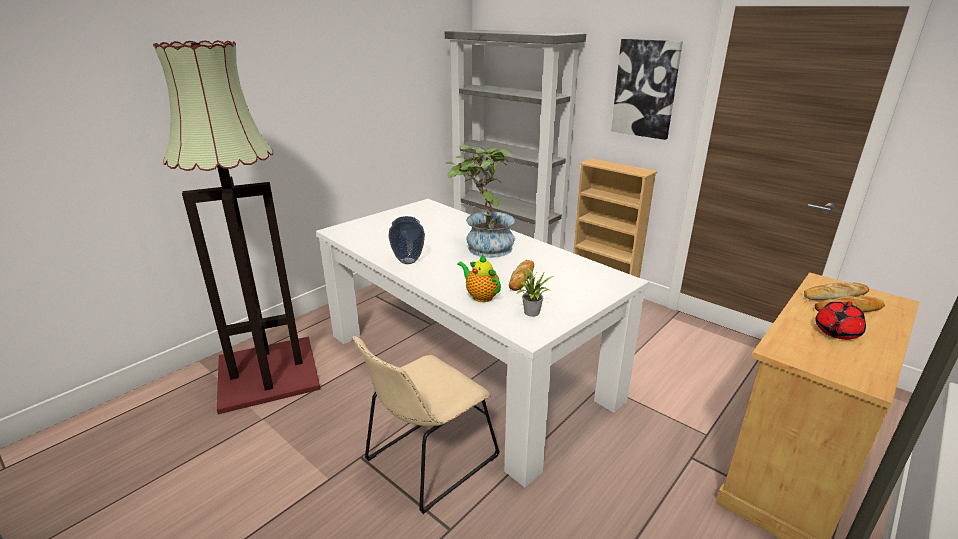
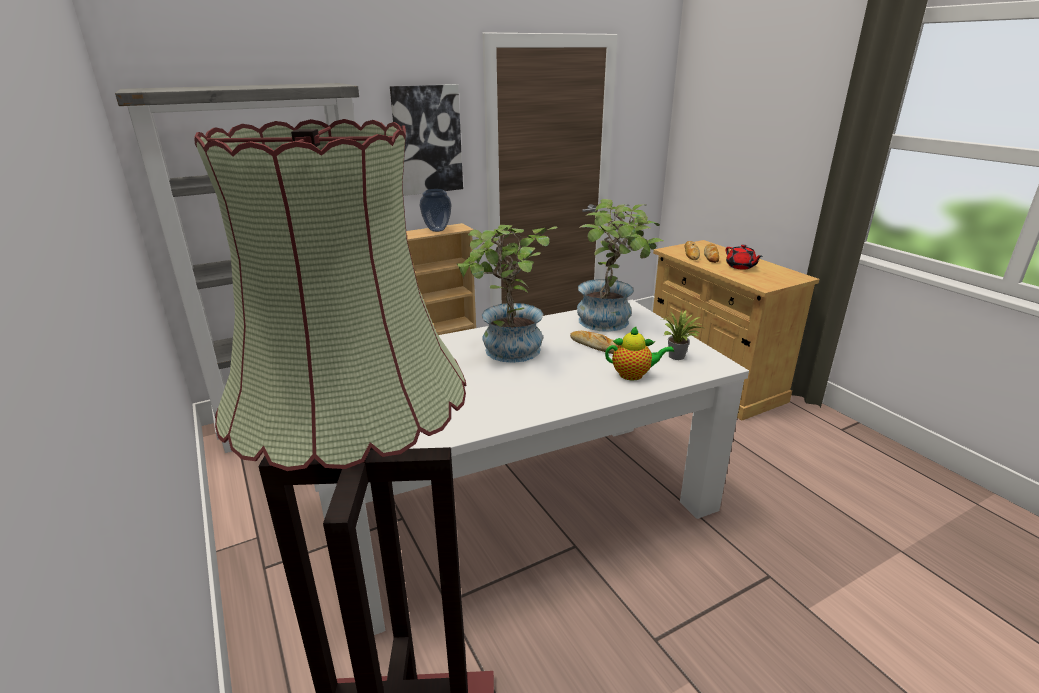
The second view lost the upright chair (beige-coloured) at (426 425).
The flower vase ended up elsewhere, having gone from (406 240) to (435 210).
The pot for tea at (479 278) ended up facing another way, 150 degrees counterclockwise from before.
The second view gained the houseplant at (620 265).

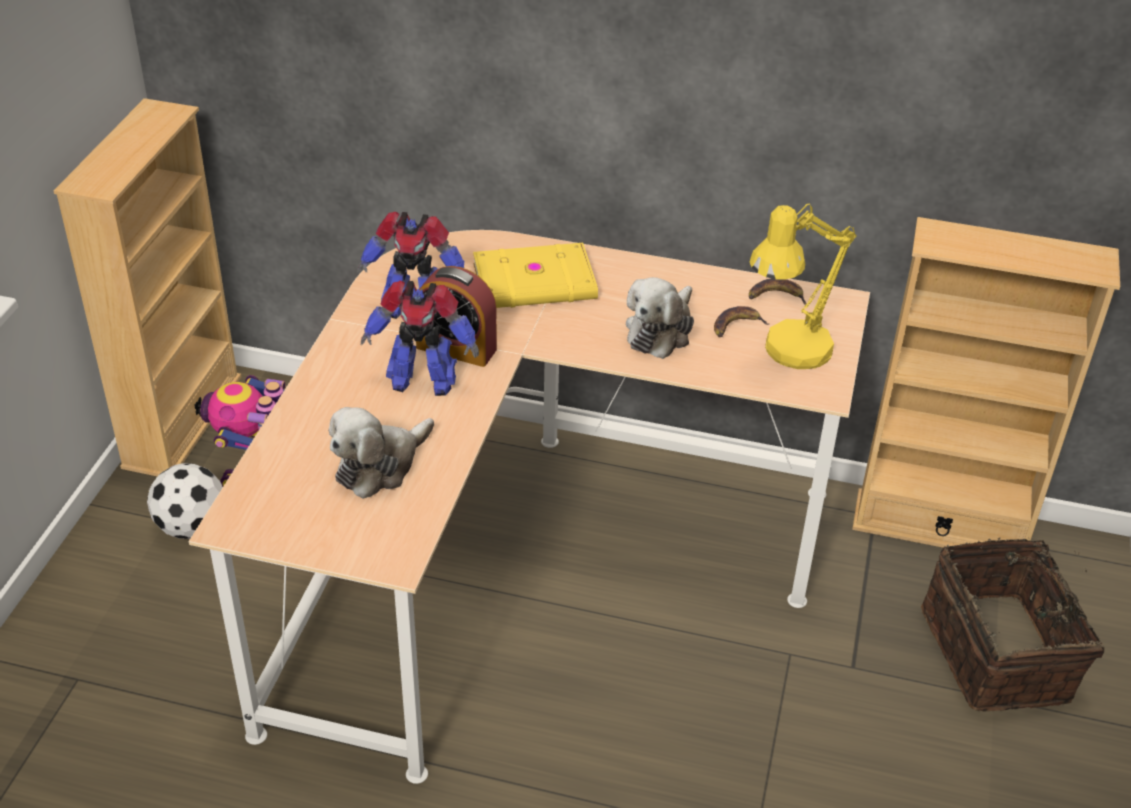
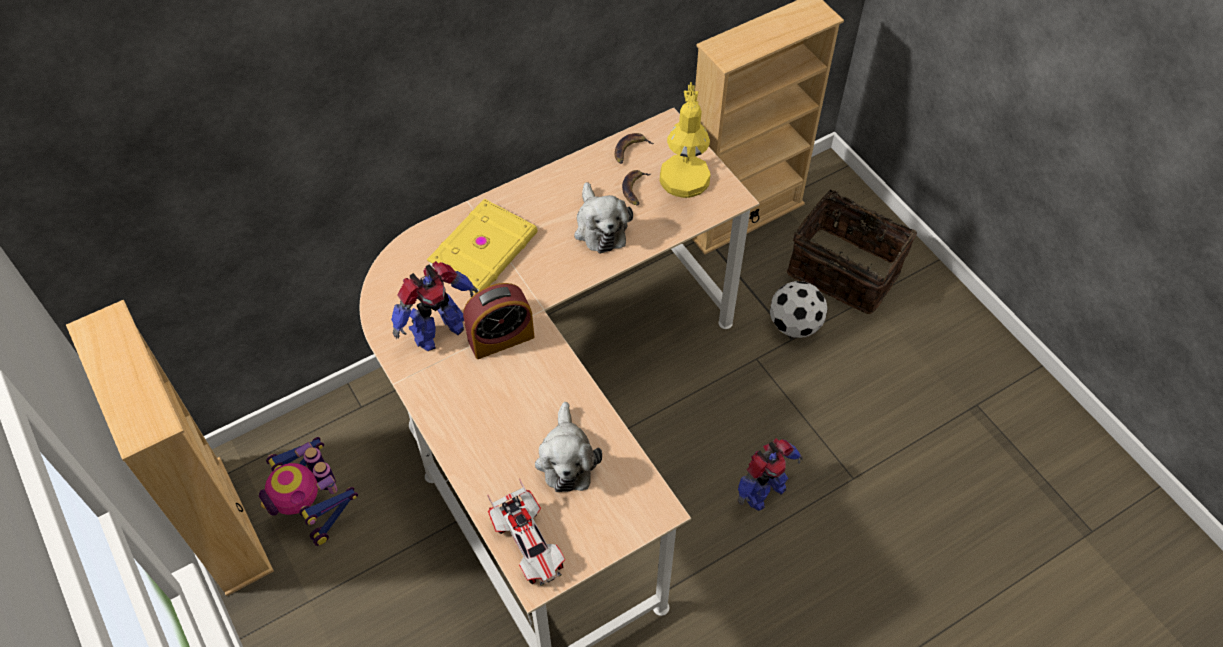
The football ball ended up elsewhere, having gone from (185 501) to (798 309).
The robot figure ended up elsewhere, having gone from (420 338) to (770 474).
The second view gained the model car at (526 532).

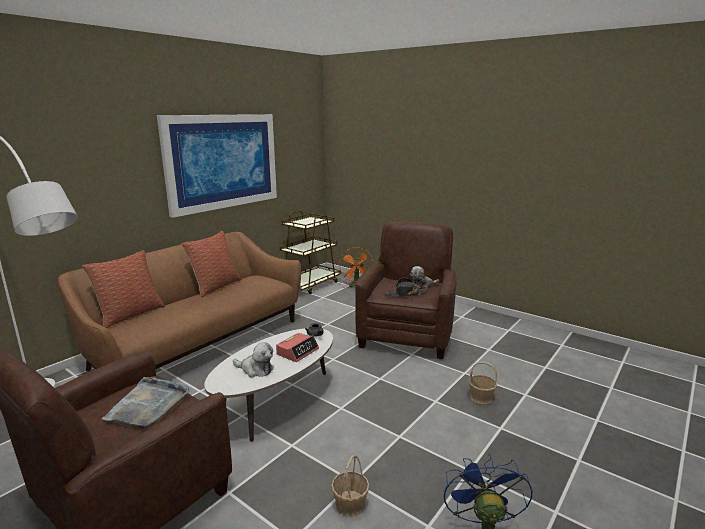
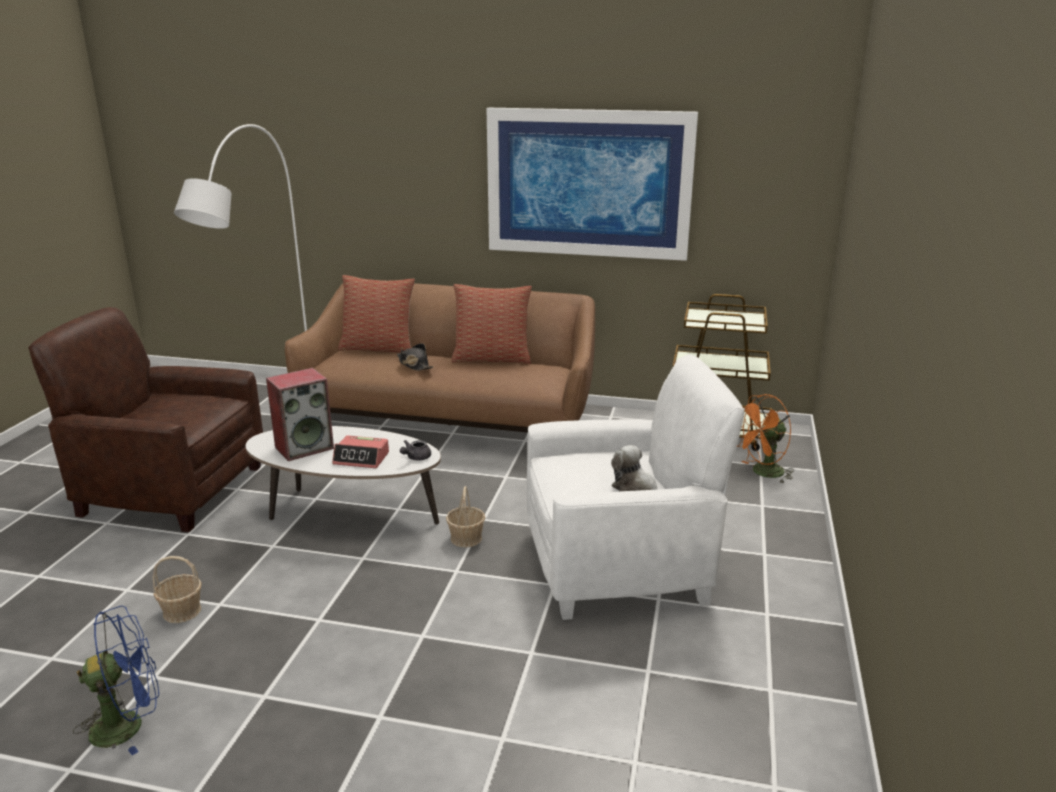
The second view lost the serving tray (gray) at (146 403).
Where the soft toy stood at (253 360), the loudspeaker came to stand at (300 414).
What was the armchair (brown-coloured) at (406 290) turned into the armchair (white) at (636 487).
The hat (black) ended up elsewhere, having gone from (406 287) to (415 357).
The basket ended up elsewhere, having gone from (483 383) to (465 517).

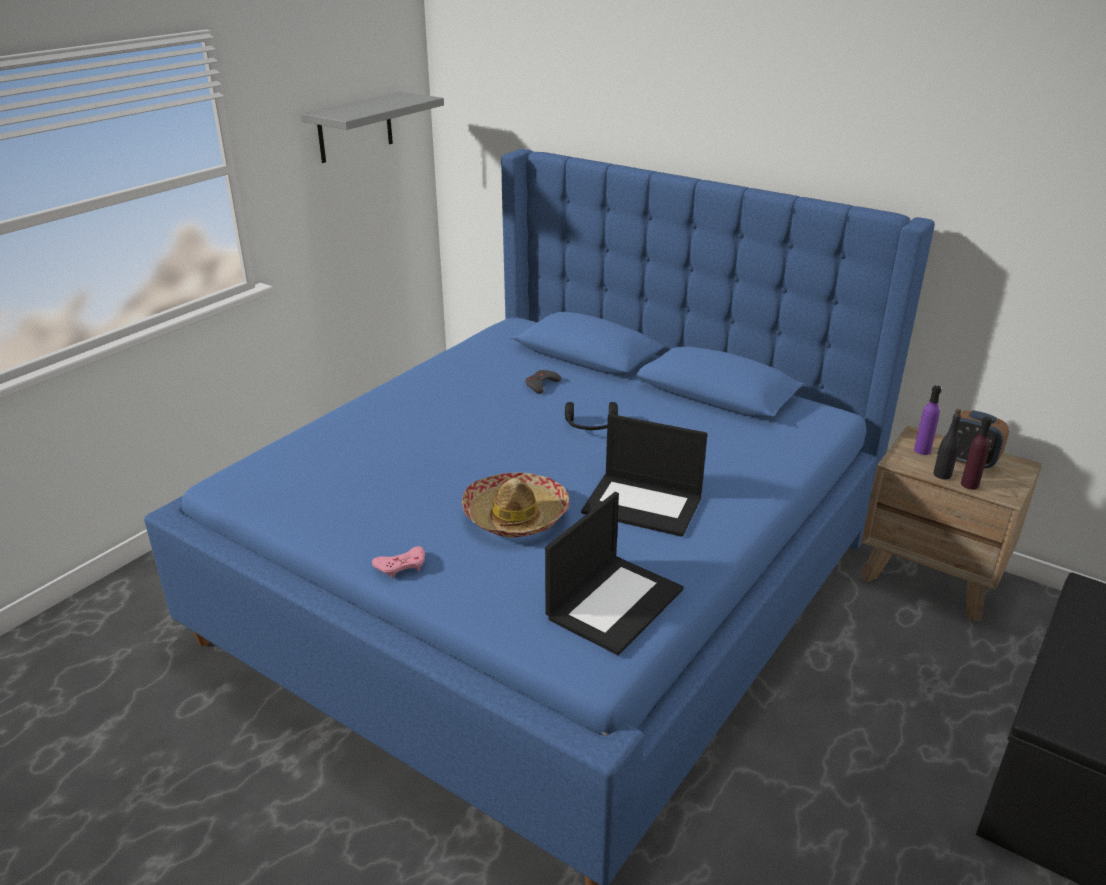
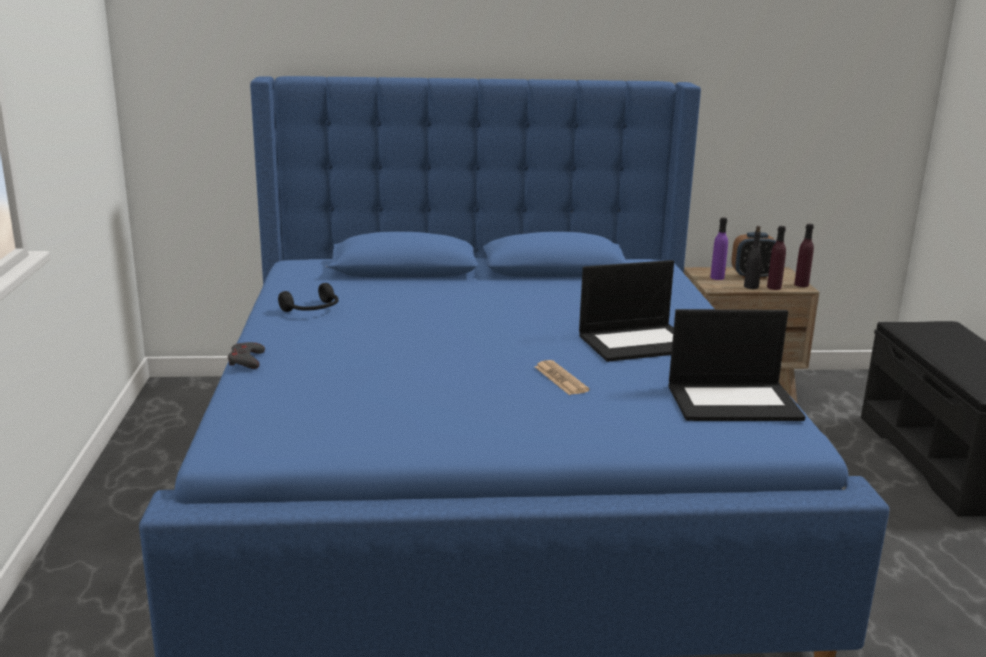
The second view lost the bracket shelf (gray) at (372 127).
The second view lost the gamepad (pink-coloured) at (398 562).
Where the hat stood at (515 505), the daily paper came to stand at (562 377).
The gamepad (gray) ended up elsewhere, having gone from (543 382) to (246 355).
The laptop at (614 573) ended up facing another way, 90 degrees clockwise from before.
The pair of headphones (black) ended up elsewhere, having gone from (591 416) to (308 297).
The second view gained the drink bottle (purplish) at (804 255).

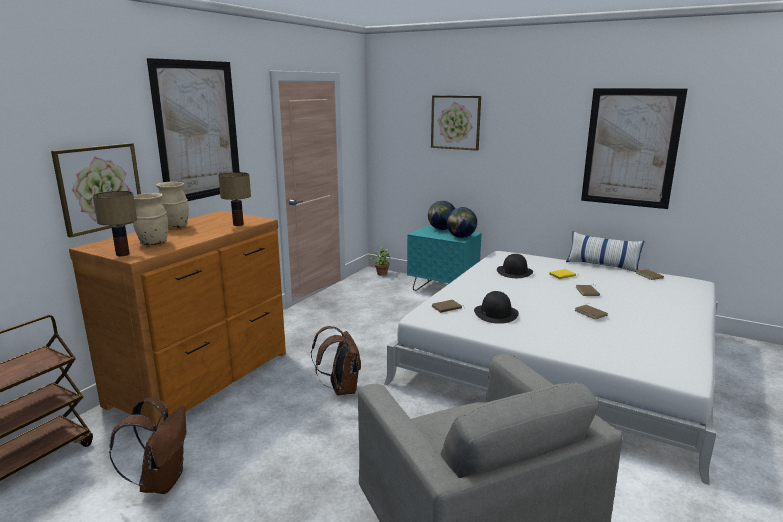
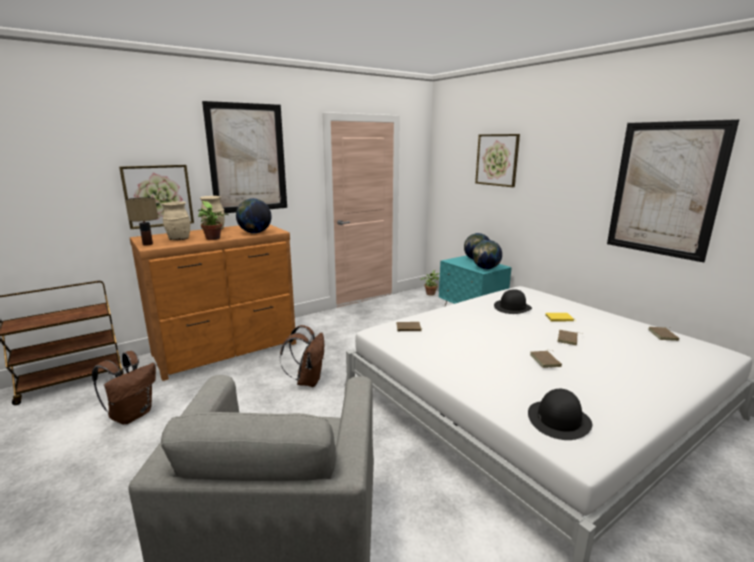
Where the lamp for a table stood at (234 199), the world globe came to stand at (253 216).
The hat (black) ended up elsewhere, having gone from (496 307) to (560 414).
The second view lost the pillow at (605 251).
The second view gained the houseplant at (213 220).

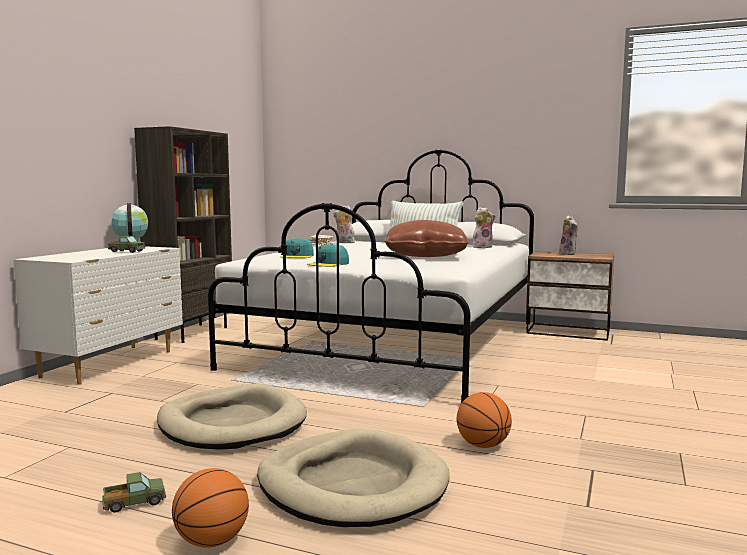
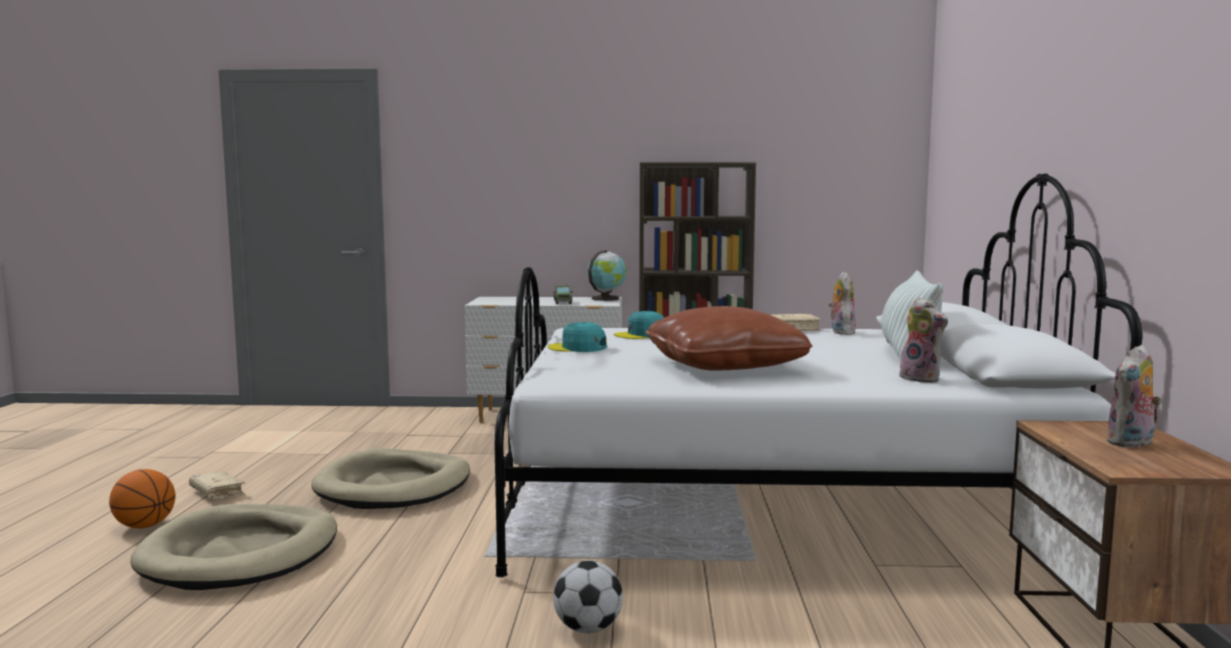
Where the model truck stood at (134 492), the bound book (beige-coloured) came to stand at (217 485).
The second view lost the basketball at (484 420).
The second view gained the football ball at (588 596).

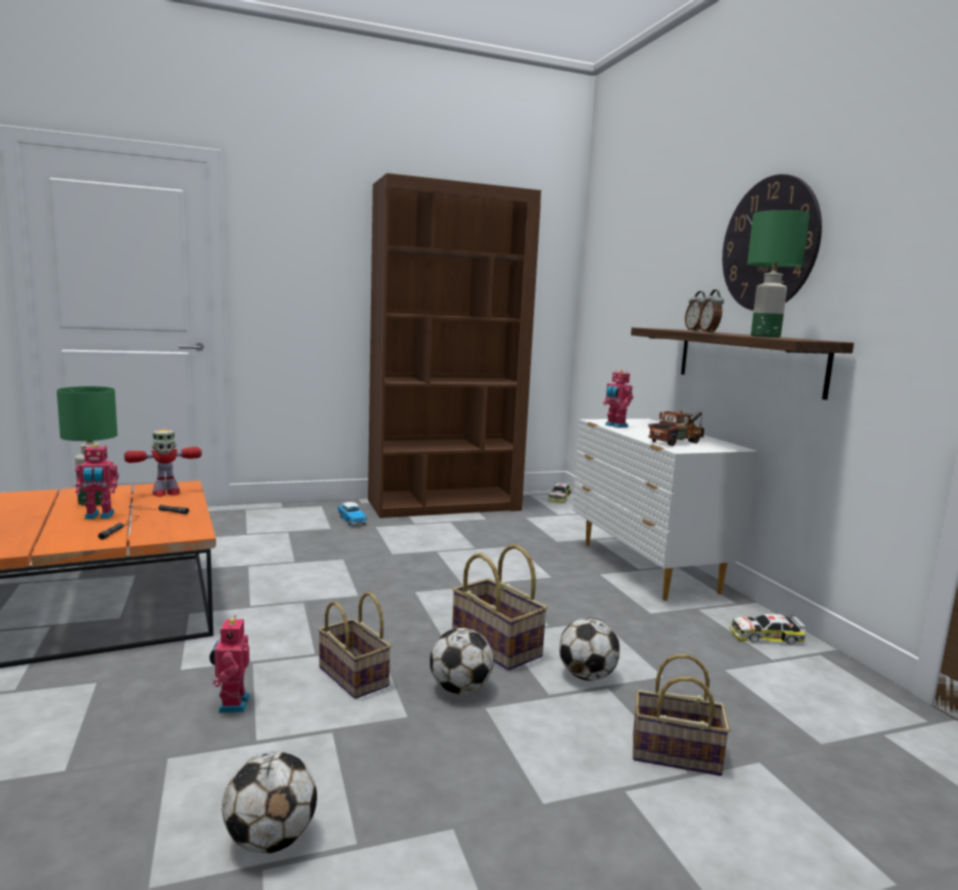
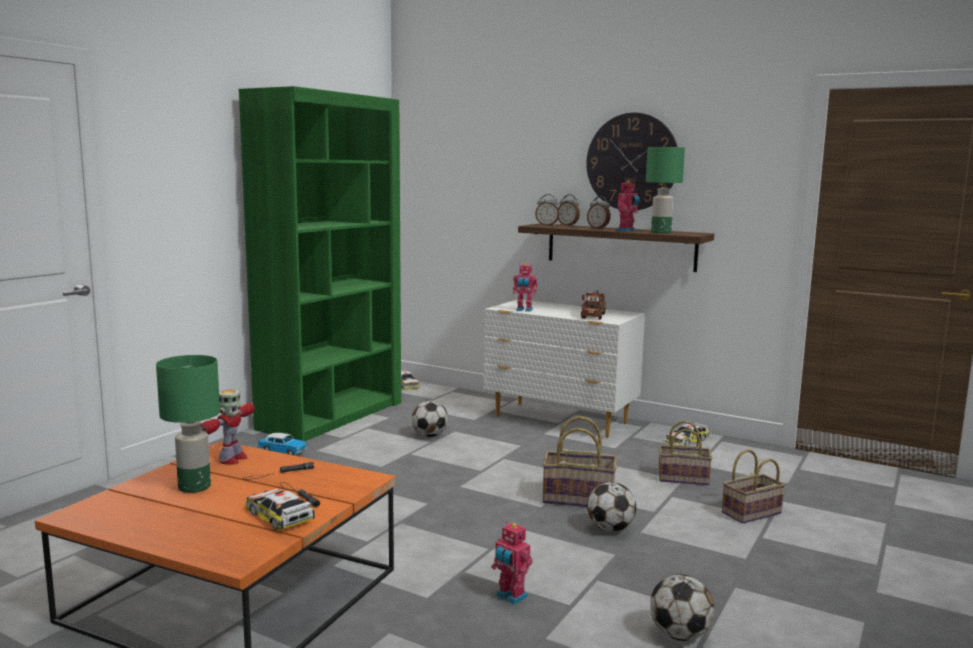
The robot figure ended up elsewhere, having gone from (97 481) to (628 205).
The basket ended up elsewhere, having gone from (354 645) to (685 453).
What was the bookcase (brown-coloured) at (454 345) turned into the bookcase (greenish) at (320 263).
The football ball ended up elsewhere, having gone from (589 649) to (430 418).
The second view gained the model car at (280 509).
The second view gained the table clock at (547 210).

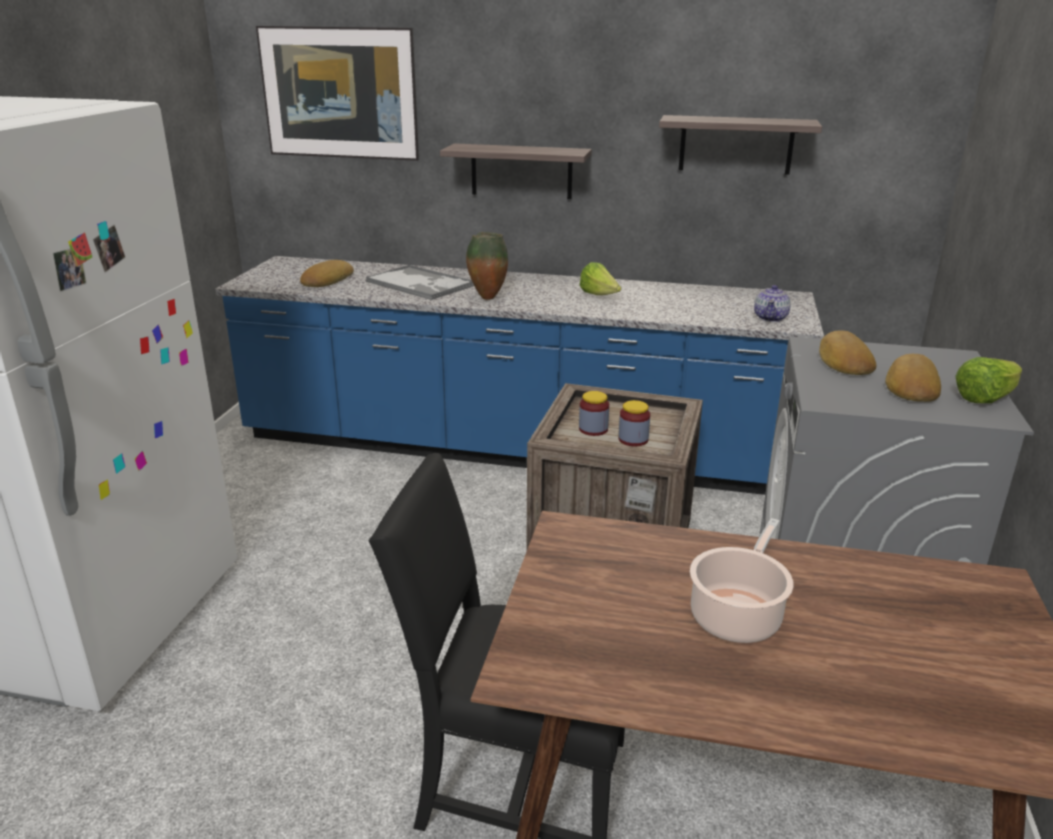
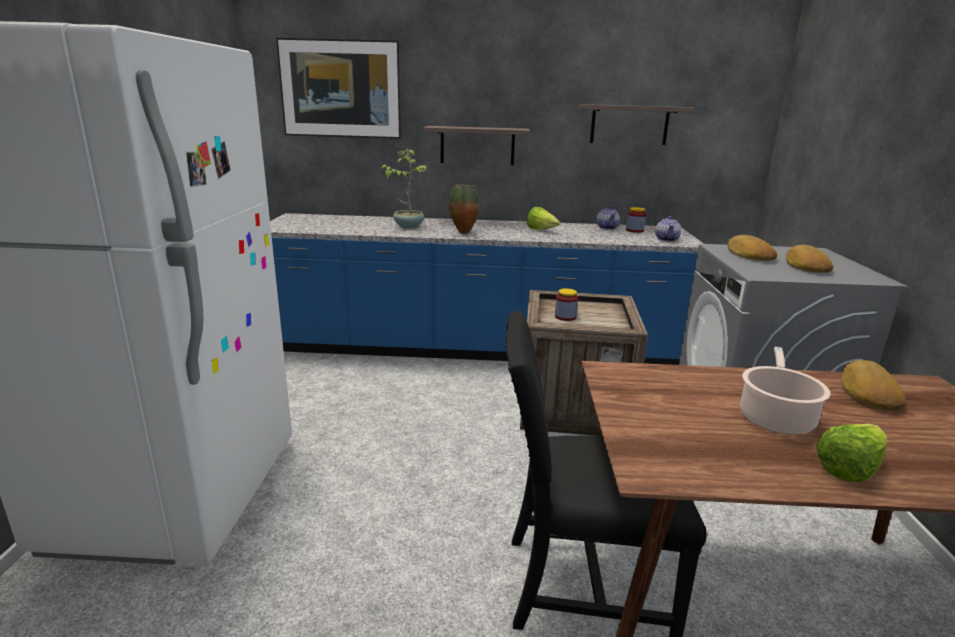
The baked bread ended up elsewhere, having gone from (327 273) to (873 385).
Where the serving tray stood at (420 282), the houseplant came to stand at (403 188).
The storage jar ended up elsewhere, having gone from (634 423) to (636 220).
The head of lettuce ended up elsewhere, having gone from (989 380) to (851 453).
The second view gained the pot for tea at (608 218).

